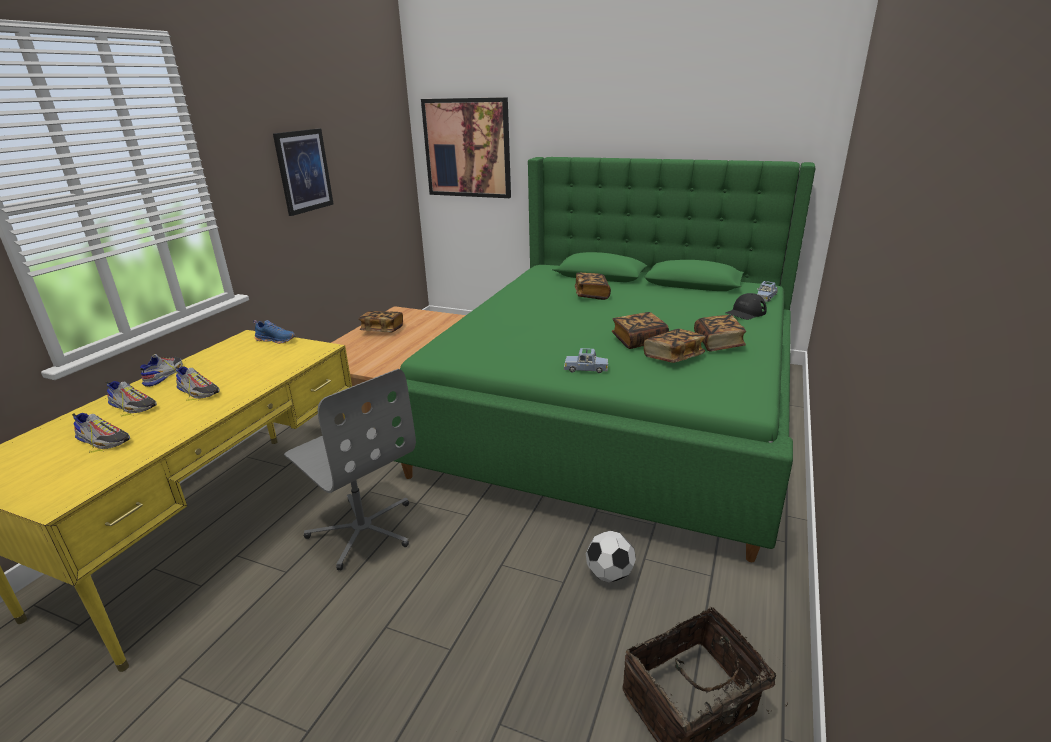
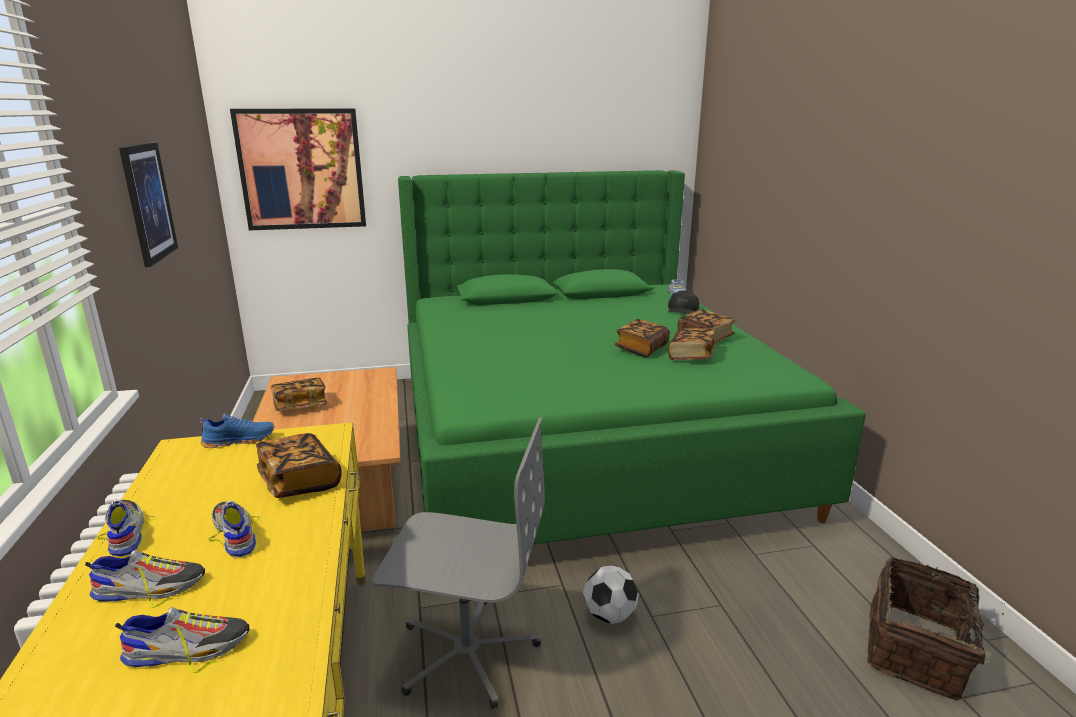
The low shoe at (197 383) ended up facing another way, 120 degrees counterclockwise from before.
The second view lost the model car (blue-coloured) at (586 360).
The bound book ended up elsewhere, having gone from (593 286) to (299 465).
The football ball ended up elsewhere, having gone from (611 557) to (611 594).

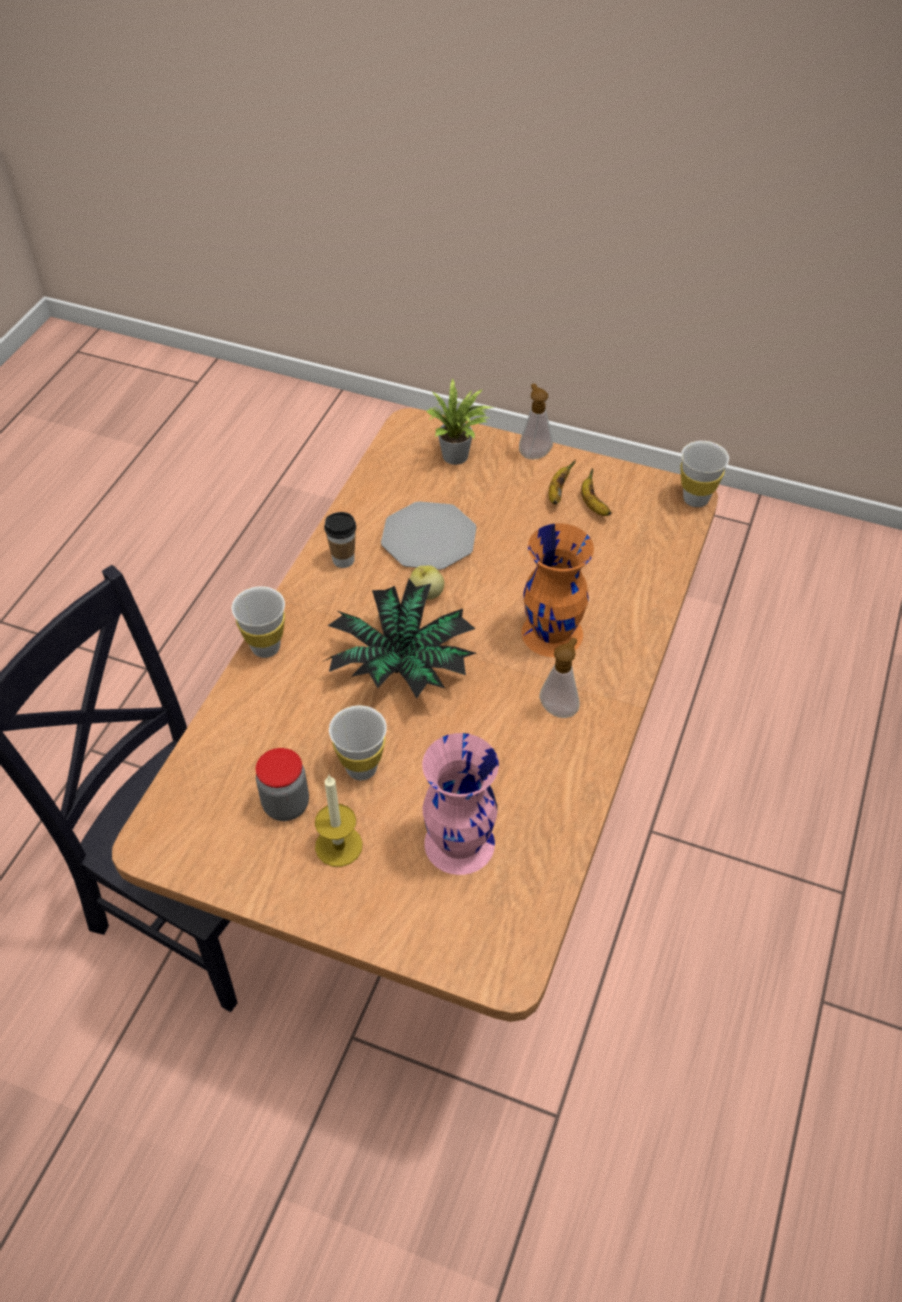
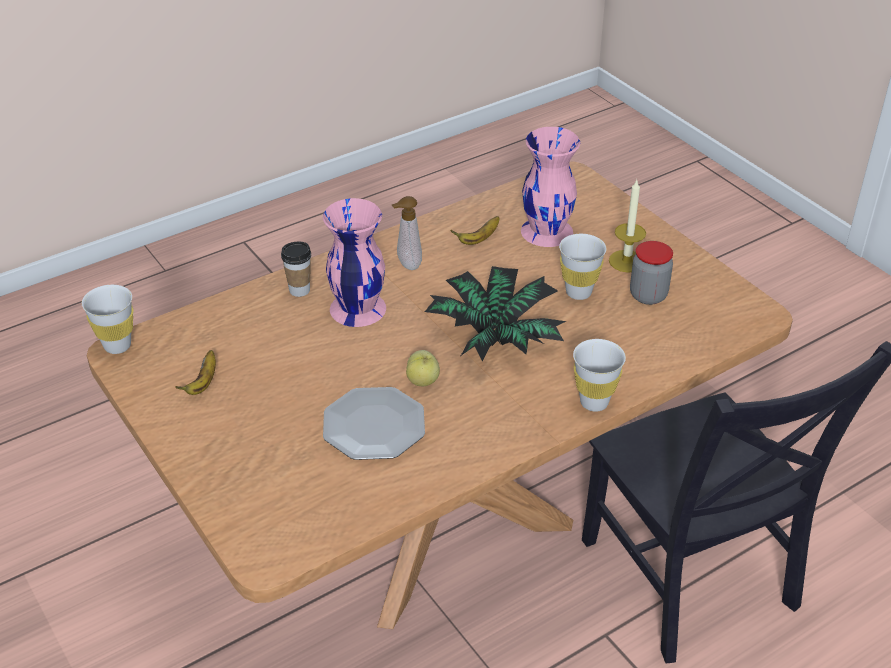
The cup ended up elsewhere, having gone from (340 540) to (296 269).
The second view lost the houseplant at (460 421).
The second view lost the liquid soap bottle at (536 421).
What was the flower vase (orange) at (557 590) turned into the flower vase (pink-coloured) at (354 262).
The whole banana ended up elsewhere, having gone from (562 482) to (475 230).

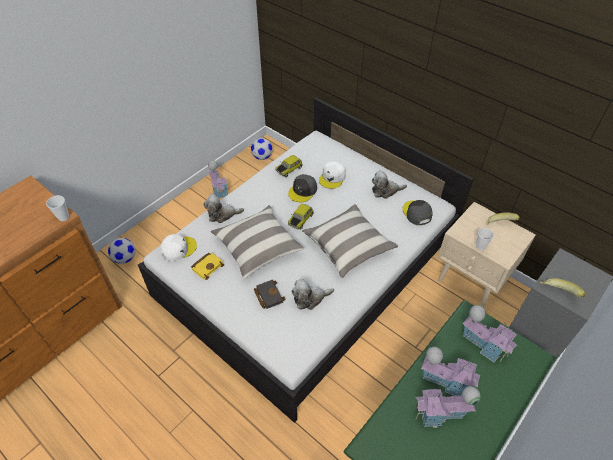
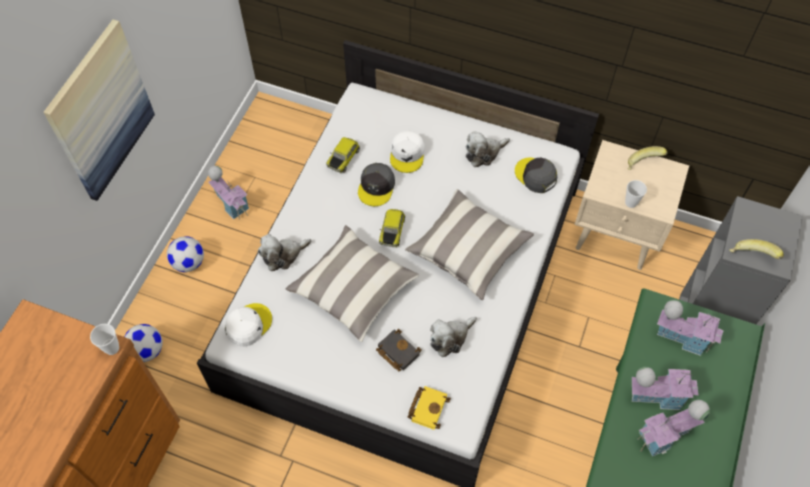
The bound book (yellow-coloured) ended up elsewhere, having gone from (207 266) to (429 408).
The football ball ended up elsewhere, having gone from (262 149) to (185 254).
The second view gained the wall art at (99 110).

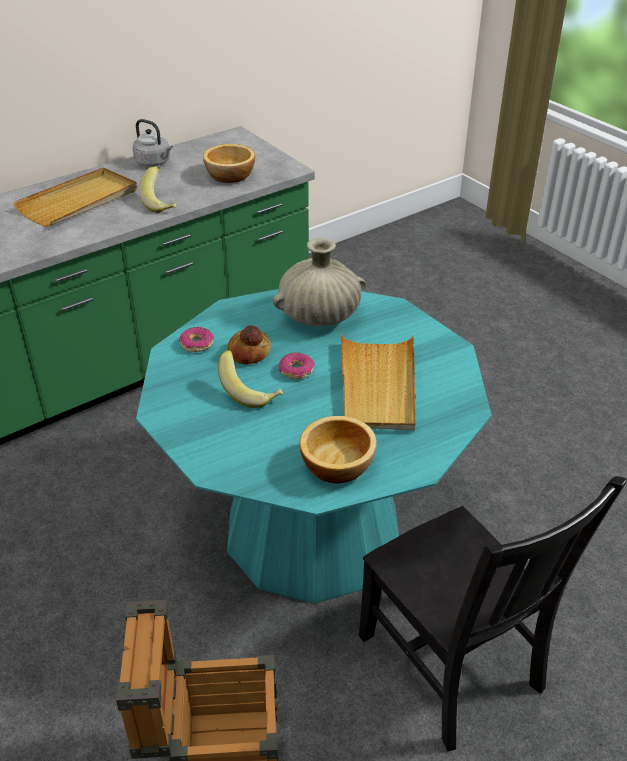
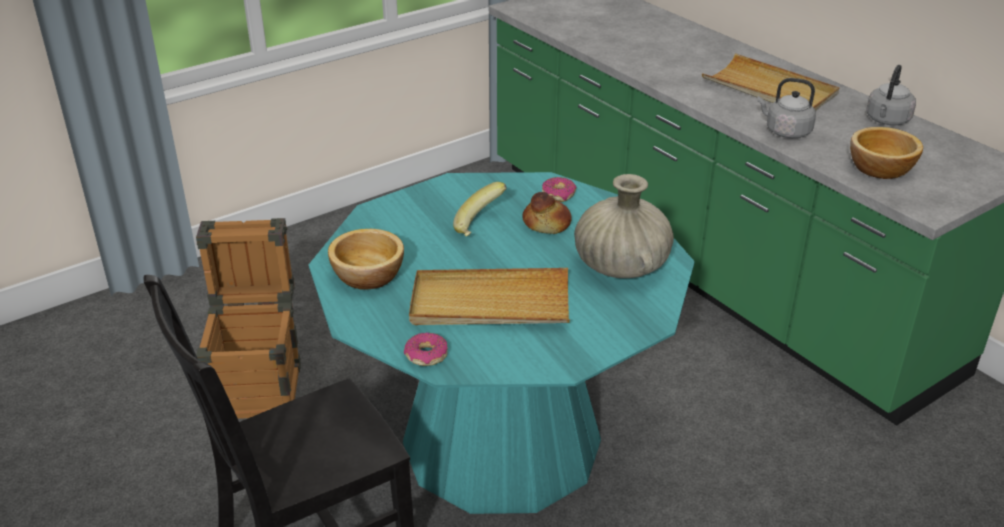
Where the whole banana stood at (157 189), the tea kettle (gray) came to stand at (786 108).
The doughnut ended up elsewhere, having gone from (297 365) to (426 349).

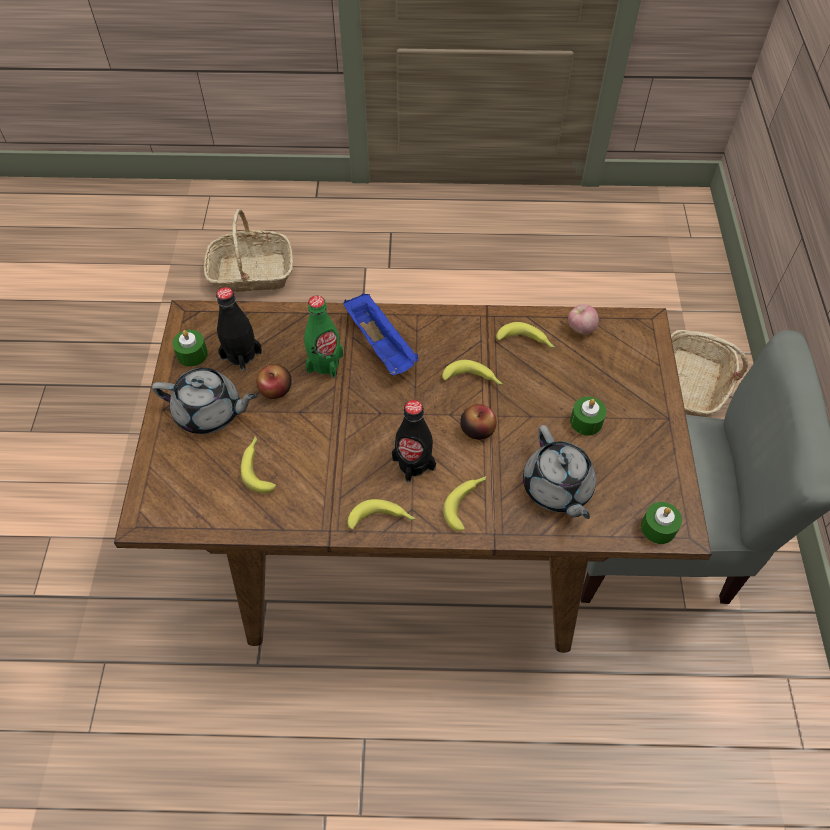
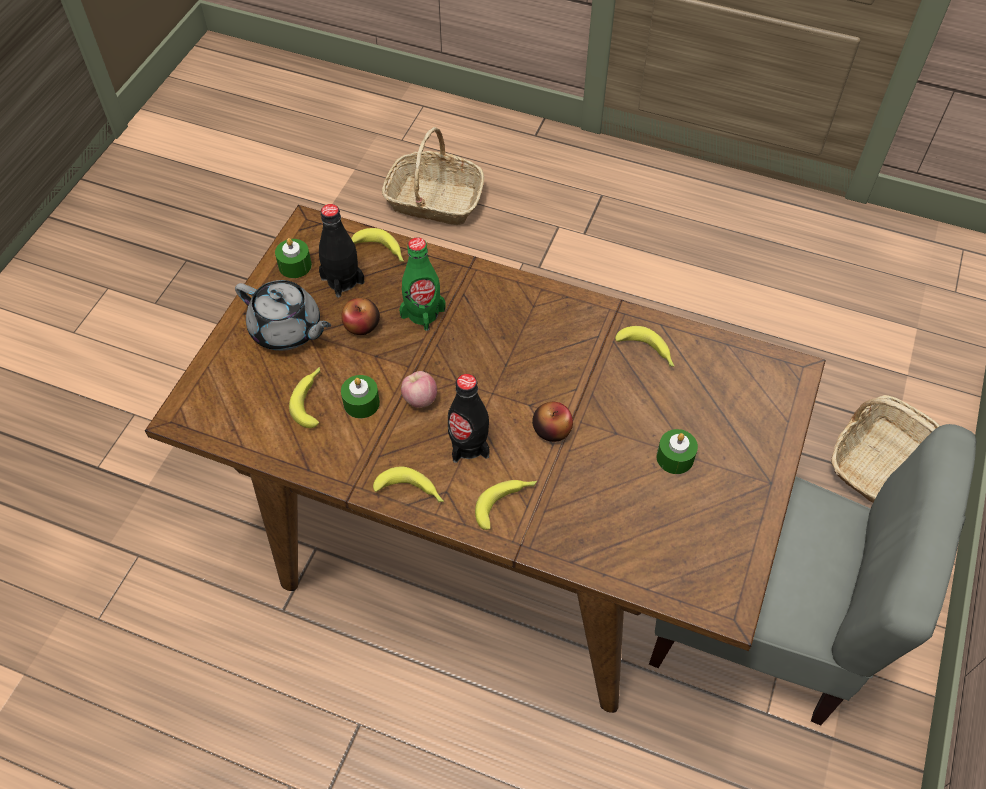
The second view lost the serving tray (blue-coloured) at (381 334).
The whole banana ended up elsewhere, having gone from (472 372) to (377 245).
The second view lost the pot for tea (gray) at (559 472).
The apple fruit ended up elsewhere, having gone from (583 319) to (419 389).
The wax candle (greenish) ended up elsewhere, having gone from (661 523) to (360 396).

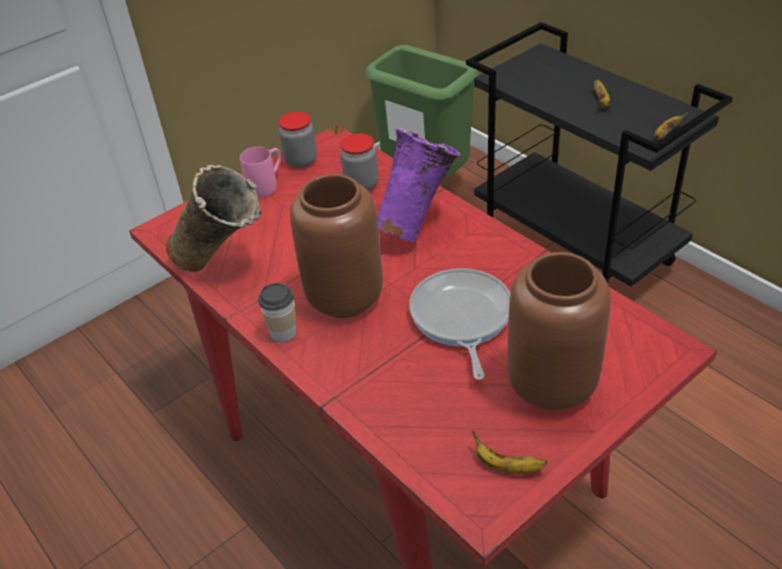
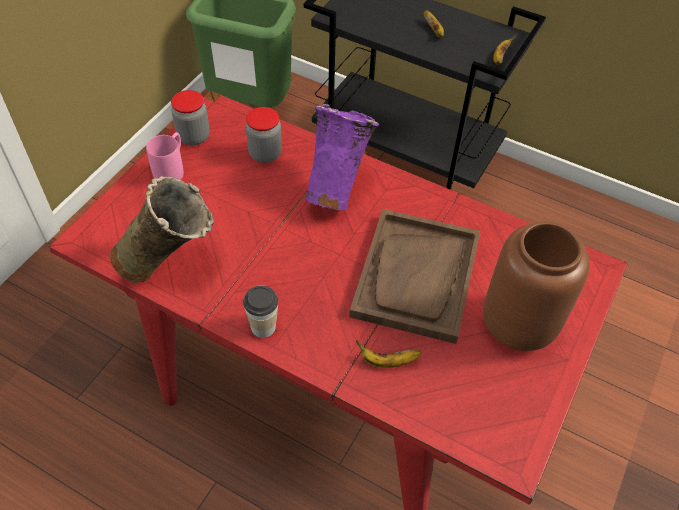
The second view lost the flower vase (brown-coloured) at (336 246).
Where the pan stood at (459 324), the serving tray (brown-coloured) came to stand at (414 276).
The whole banana ended up elsewhere, having gone from (509 452) to (388 354).

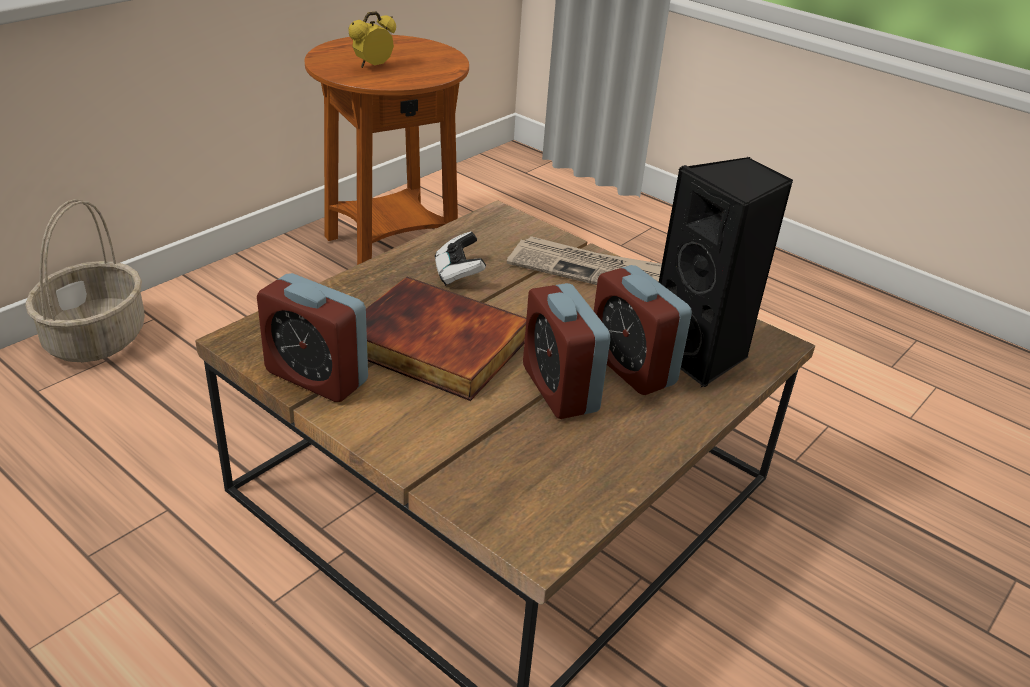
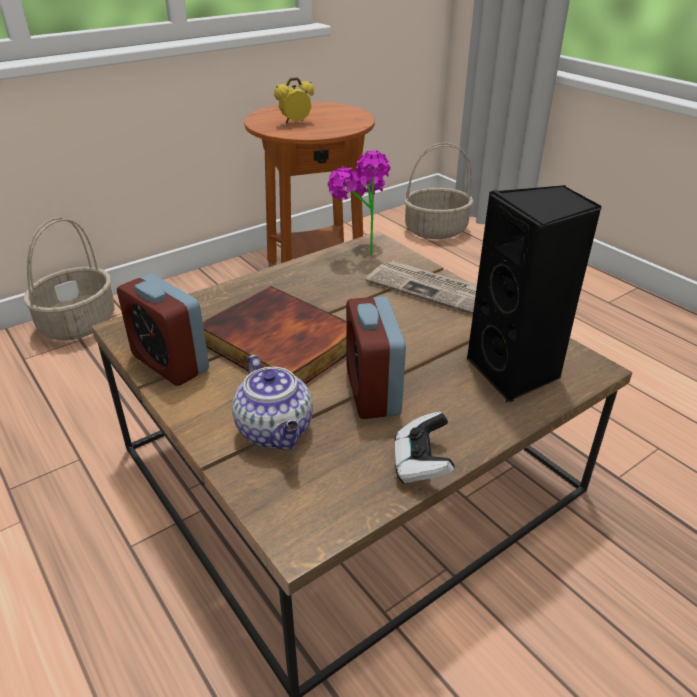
The gamepad ended up elsewhere, having gone from (460 258) to (425 448).
The second view lost the table clock at (643 330).
The second view gained the pot for tea at (272 402).
The second view gained the houseplant at (359 202).
The second view gained the basket at (438 191).

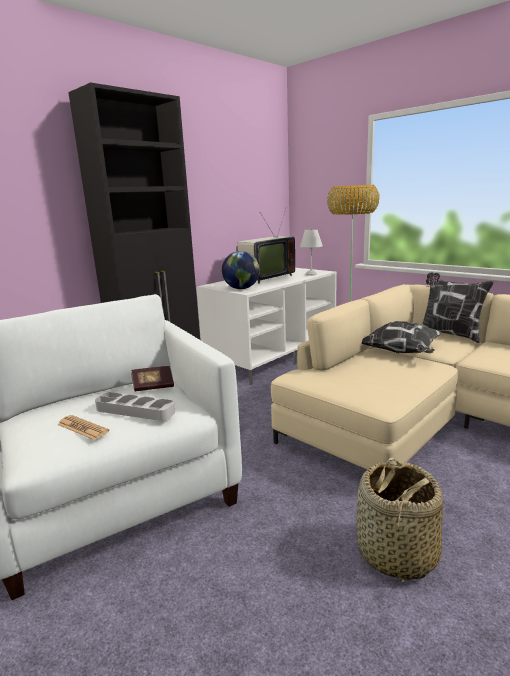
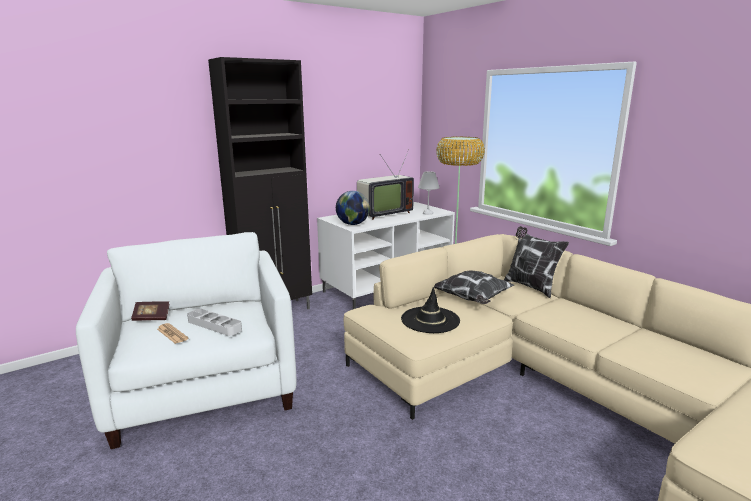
The bound book ended up elsewhere, having gone from (152 378) to (150 311).
The second view lost the basket at (400 519).
The second view gained the hat (black) at (430 310).

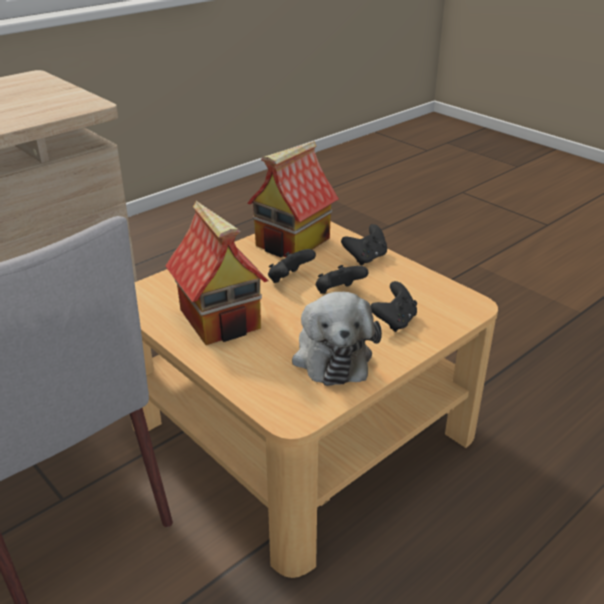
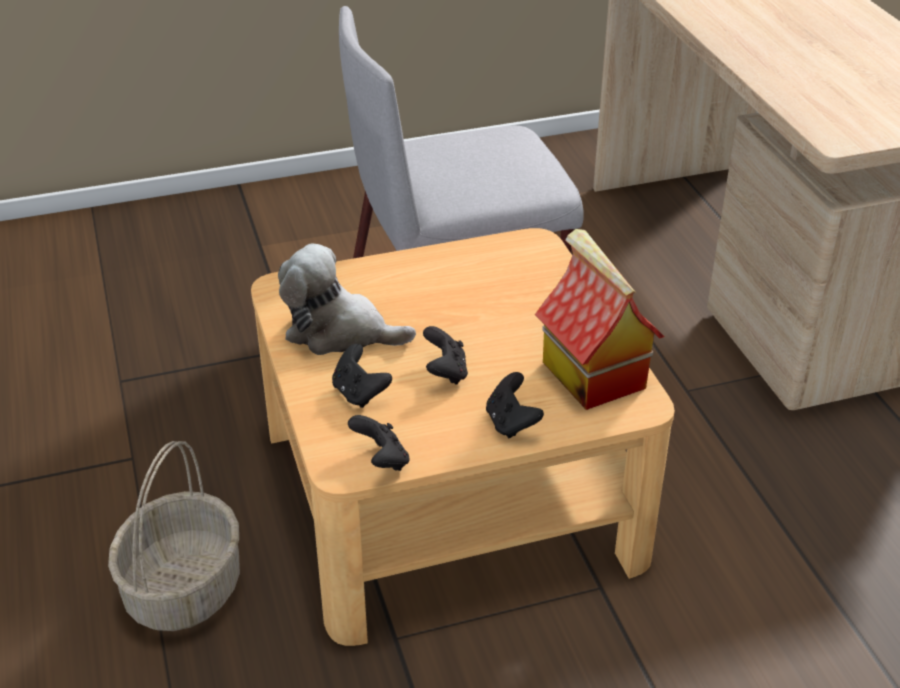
The second view lost the toy house at (216 273).
The gamepad (black) ended up elsewhere, having gone from (292 266) to (379 443).
The second view gained the basket at (174 536).

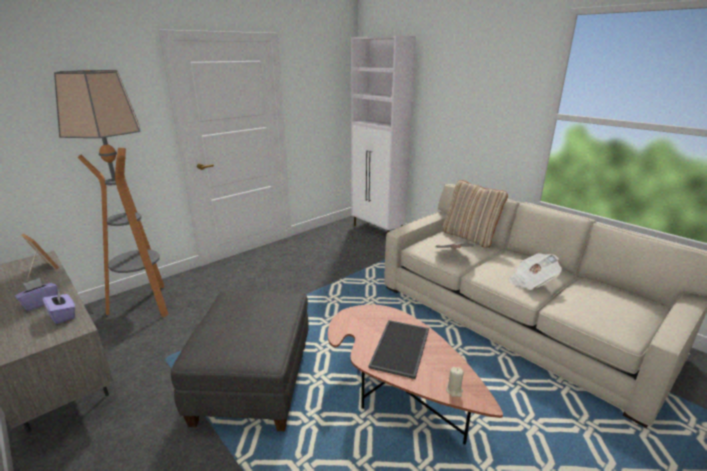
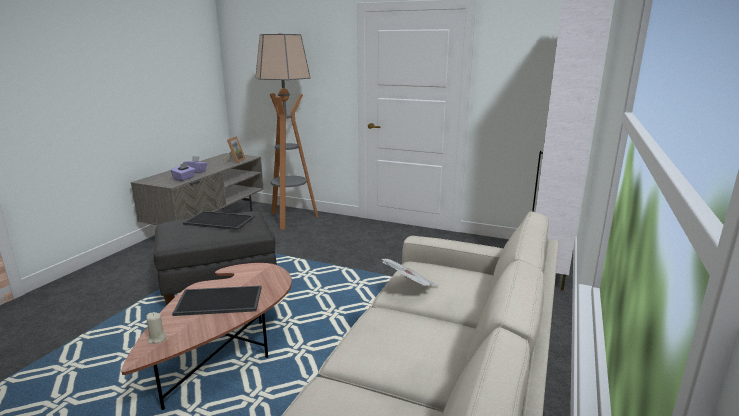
The second view lost the pillow (beige-coloured) at (475 214).
The second view lost the daily paper at (535 271).
The second view gained the serving tray at (219 220).

